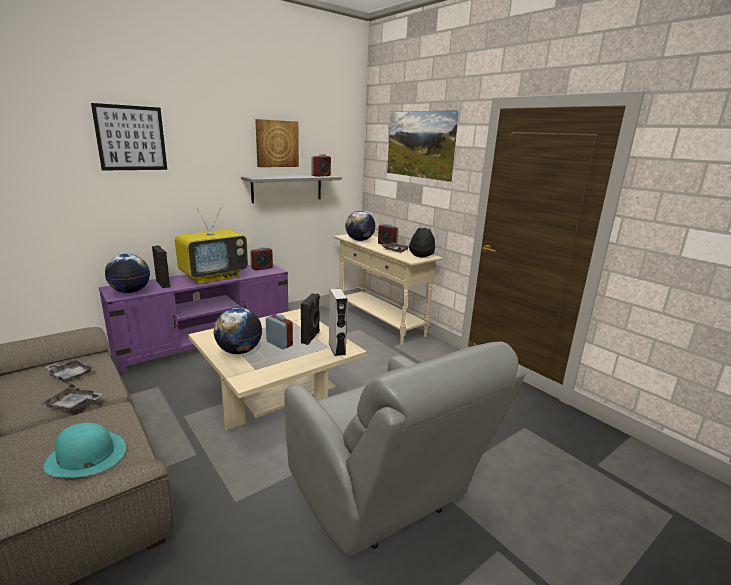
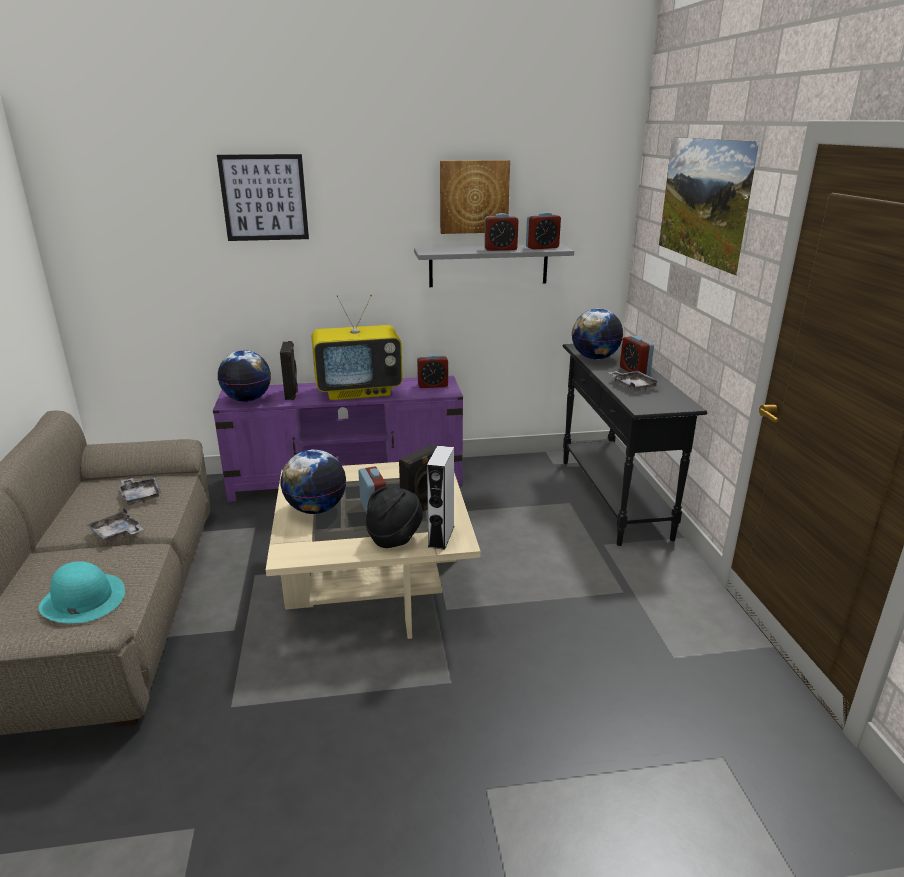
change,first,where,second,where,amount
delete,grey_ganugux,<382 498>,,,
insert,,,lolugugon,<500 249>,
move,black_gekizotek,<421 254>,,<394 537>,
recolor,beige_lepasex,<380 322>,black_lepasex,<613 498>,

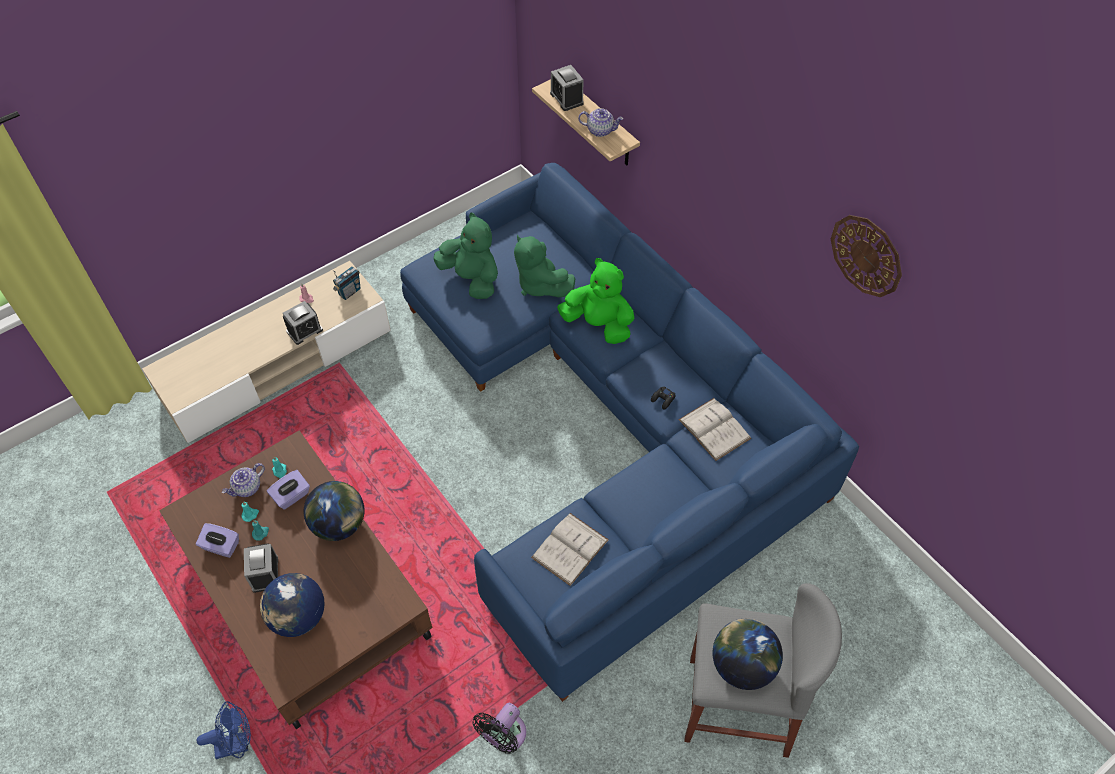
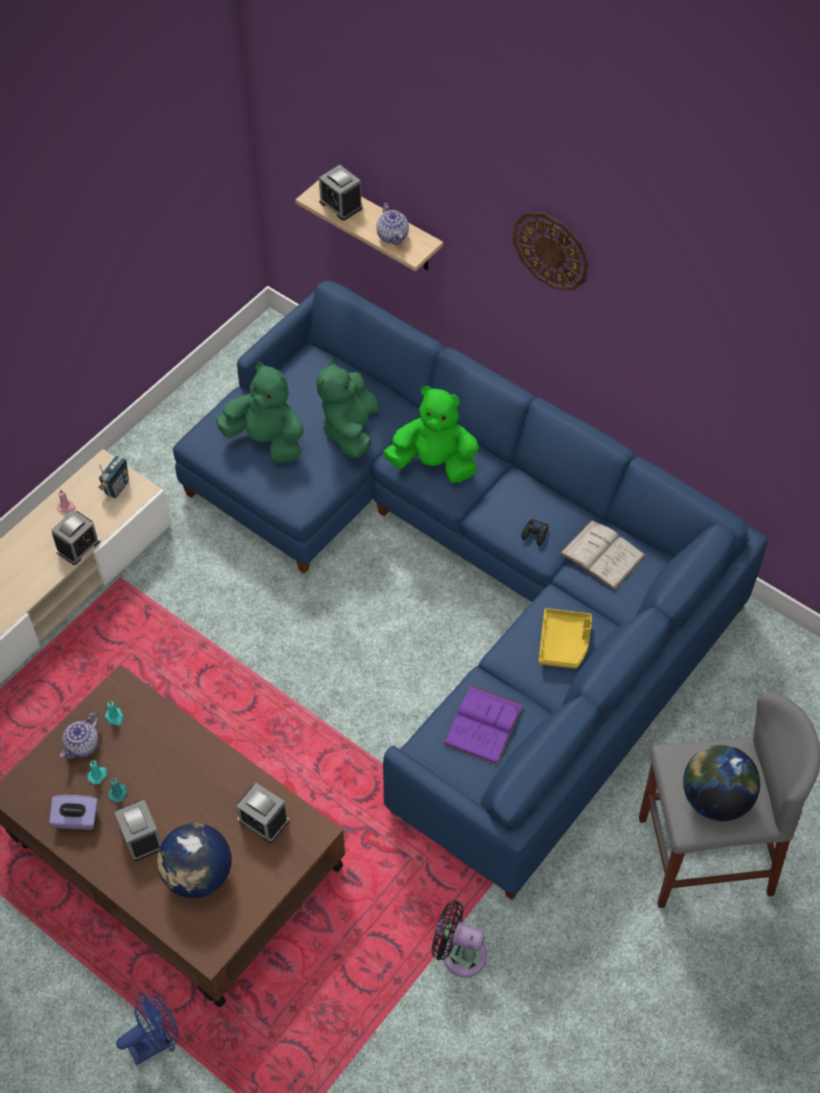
change,first,where,second,where,amount
delete,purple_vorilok,<292 496>,,,
delete,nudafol,<339 524>,,,
insert,,,lolugugon,<263 820>,
insert,,,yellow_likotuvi,<564 643>,
move,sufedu,<866 255>,,<551 250>,
recolor,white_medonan,<570 548>,purple_medonan,<483 725>,
rotate,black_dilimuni,<504 736>,,<459 953>,90 degrees clockwise
rotate,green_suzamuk,<540 284>,,<350 430>,60 degrees clockwise
rotate,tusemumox,<600 130>,,<393 236>,75 degrees clockwise

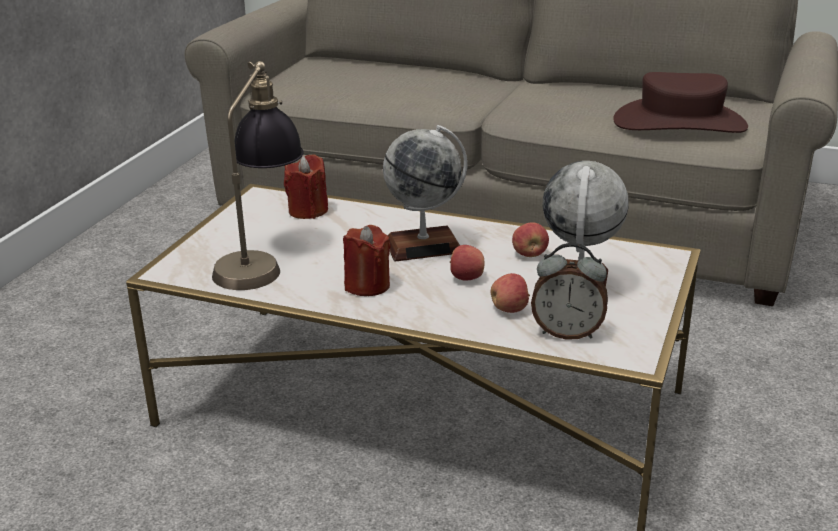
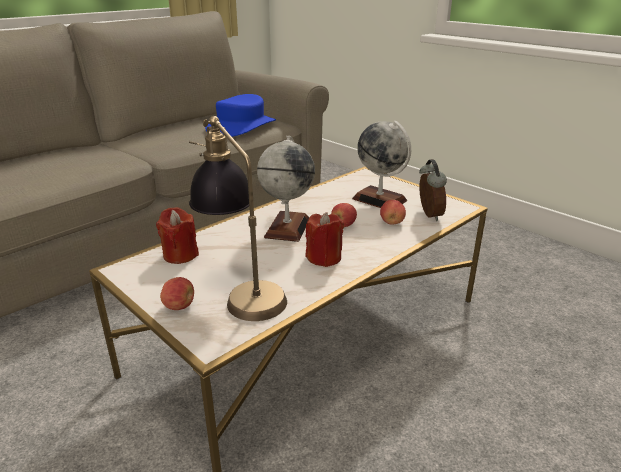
change,first,where,second,where,amount
move,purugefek,<529 254>,,<179 306>,
recolor,brown_gekizotek,<679 123>,blue_gekizotek,<241 126>,
rotate,lolugugon,<567 332>,,<428 215>,45 degrees counterclockwise

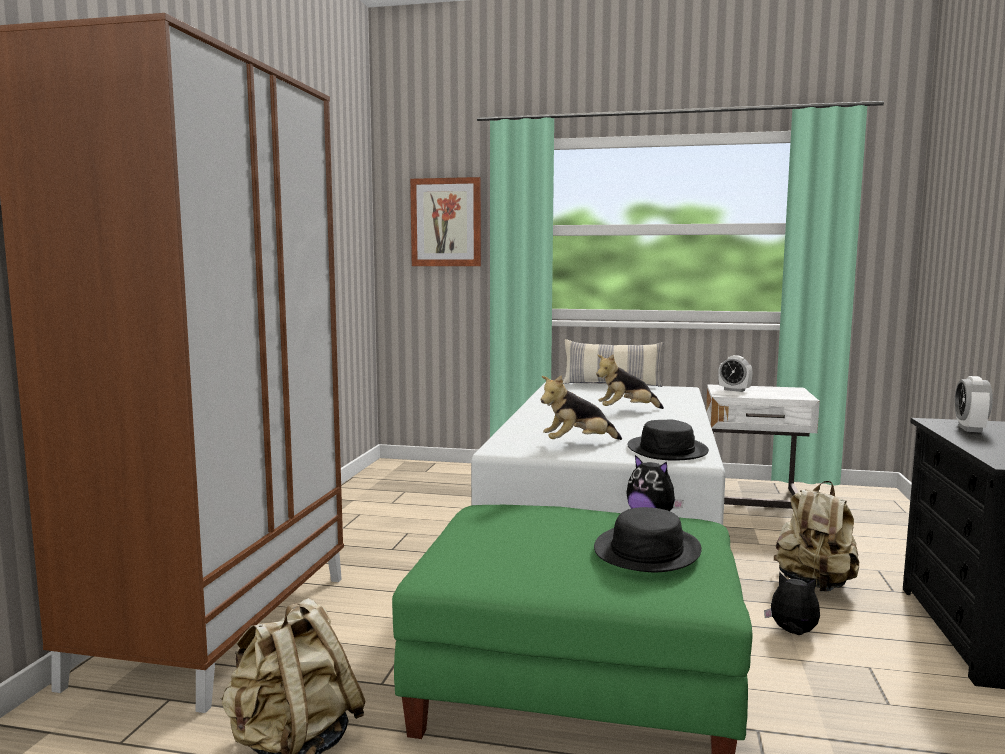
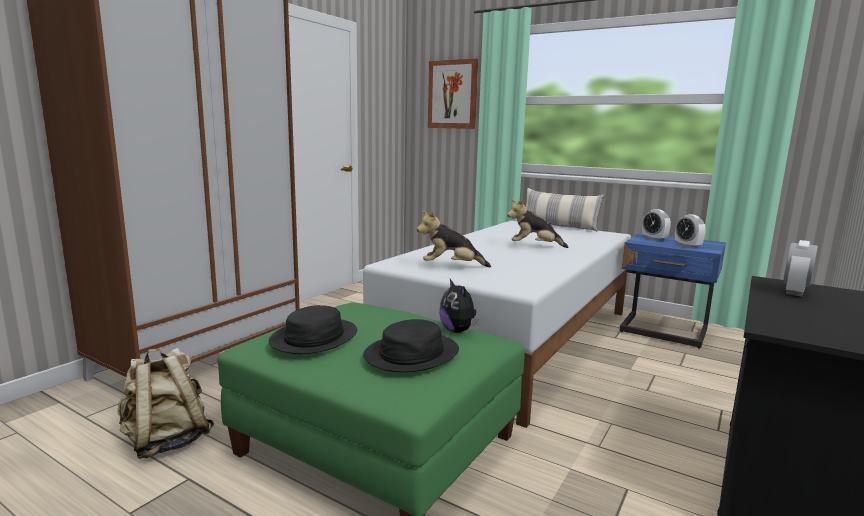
change,first,where,second,where,amount
delete,suzamuk,<792 633>,,,
delete,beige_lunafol,<815 585>,,,
insert,,,lolugugon,<687 246>,
move,black_gekizotek,<667 450>,,<314 337>,
recolor,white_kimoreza,<754 498>,blue_kimoreza,<663 332>,

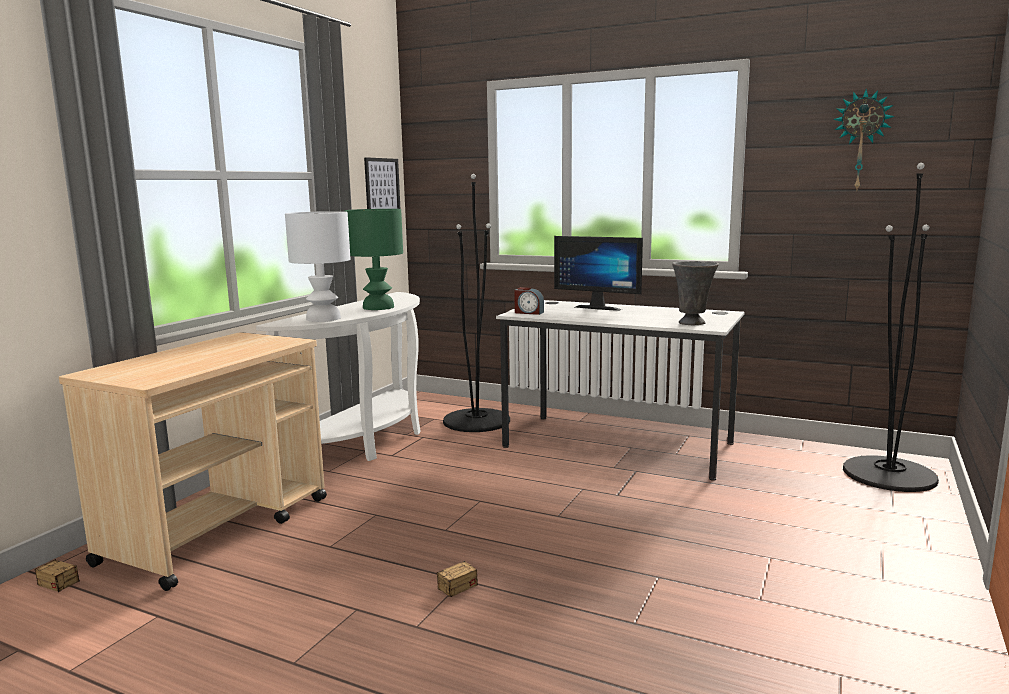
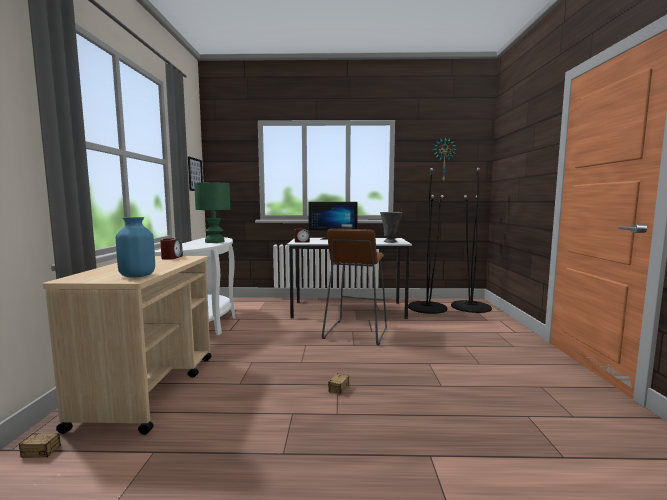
change,first,where,second,where,amount
delete,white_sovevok,<324 318>,,,
insert,,,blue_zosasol,<138 276>,
insert,,,lolugugon,<172 257>,
insert,,,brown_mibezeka,<355 332>,
move,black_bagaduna,<476 421>,,<427 307>,

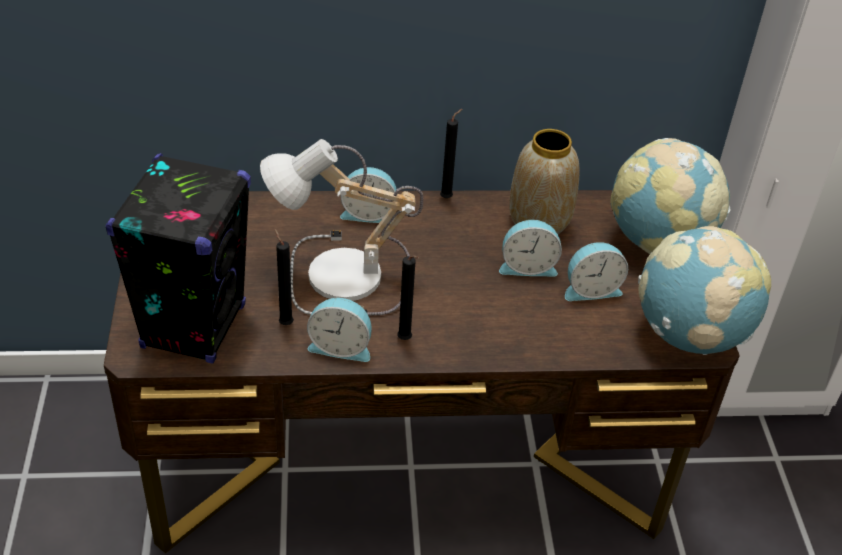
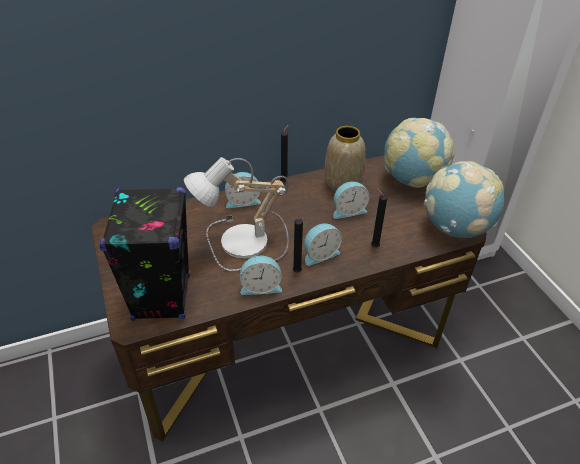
change,first,where,second,where,amount
move,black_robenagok,<285 323>,,<373 246>,
move,lolugugon,<591 289>,,<320 254>,

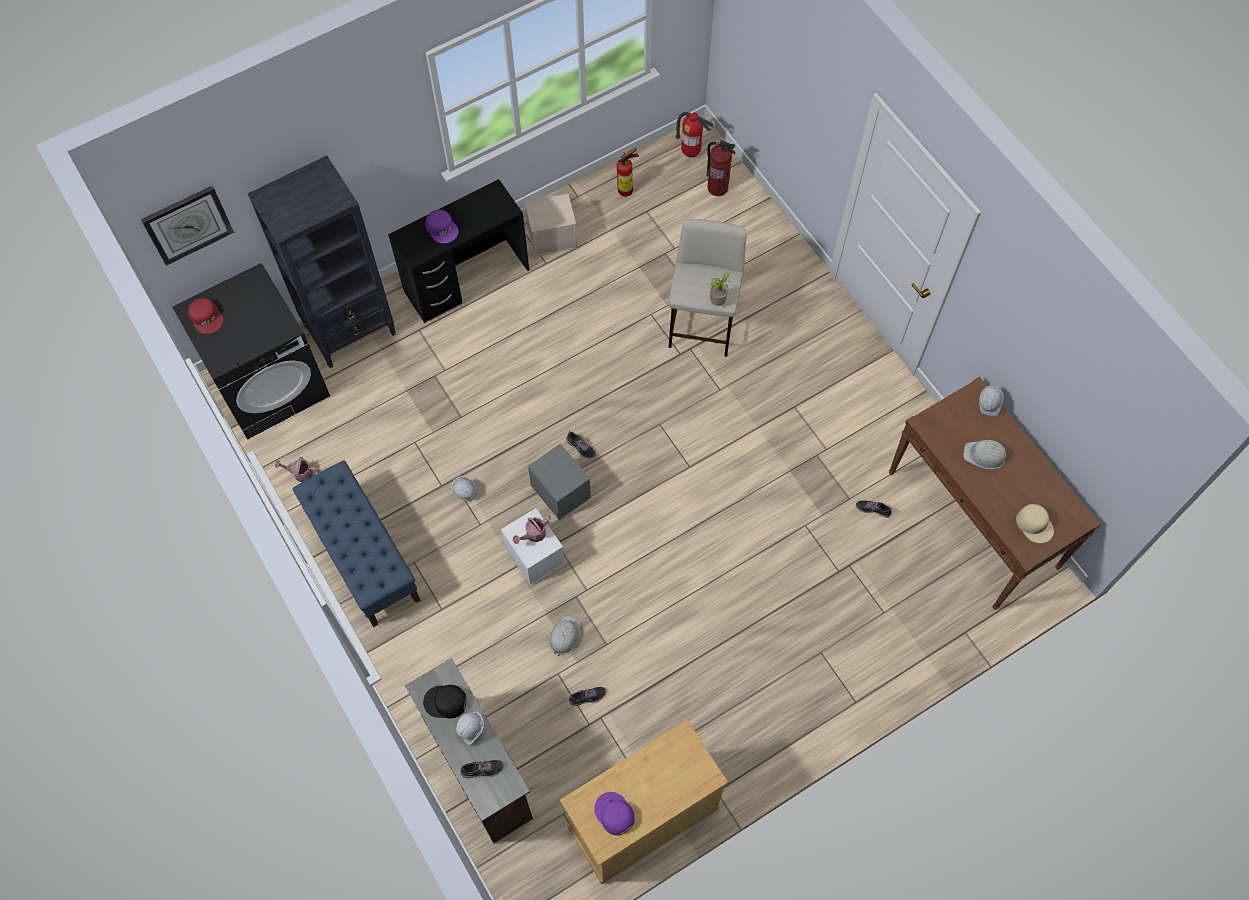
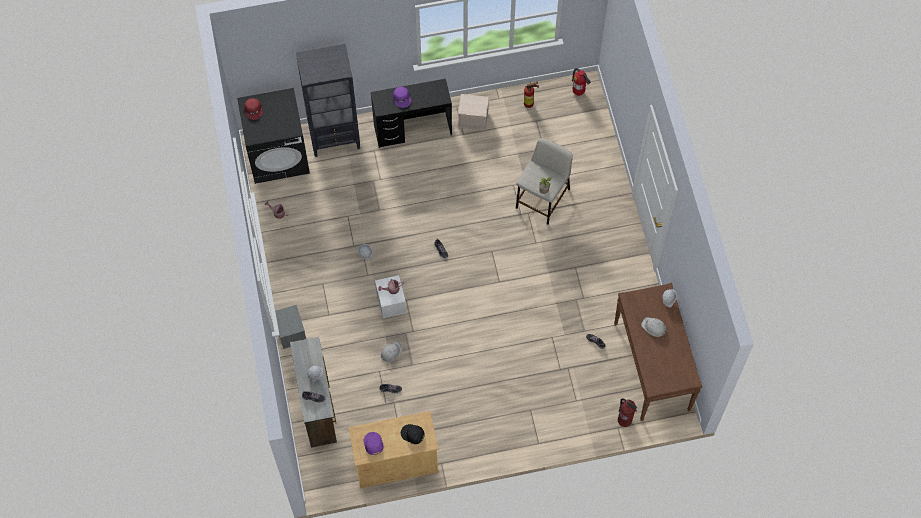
change,first,where,second,where,amount
delete,sufedu,<187 224>,,,
delete,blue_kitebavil,<363 556>,,,
delete,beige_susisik,<1035 524>,,,
move,black_susisik,<445 702>,,<412 434>,
move,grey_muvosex,<559 491>,,<290 332>,
move,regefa,<717 188>,,<624 420>,

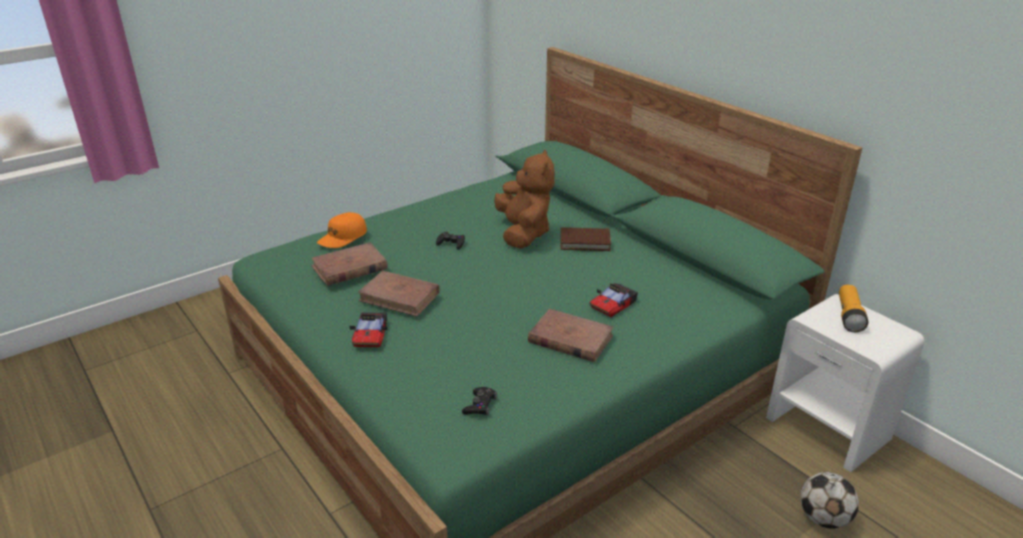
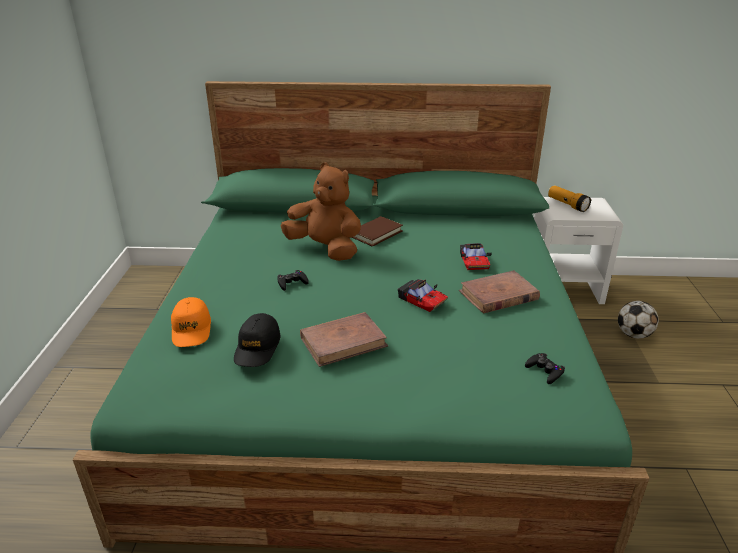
change,first,where,second,where,amount
move,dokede,<370 335>,,<422 300>,
replace,brown_medonan,<349 268>,black_susisik,<257 347>,

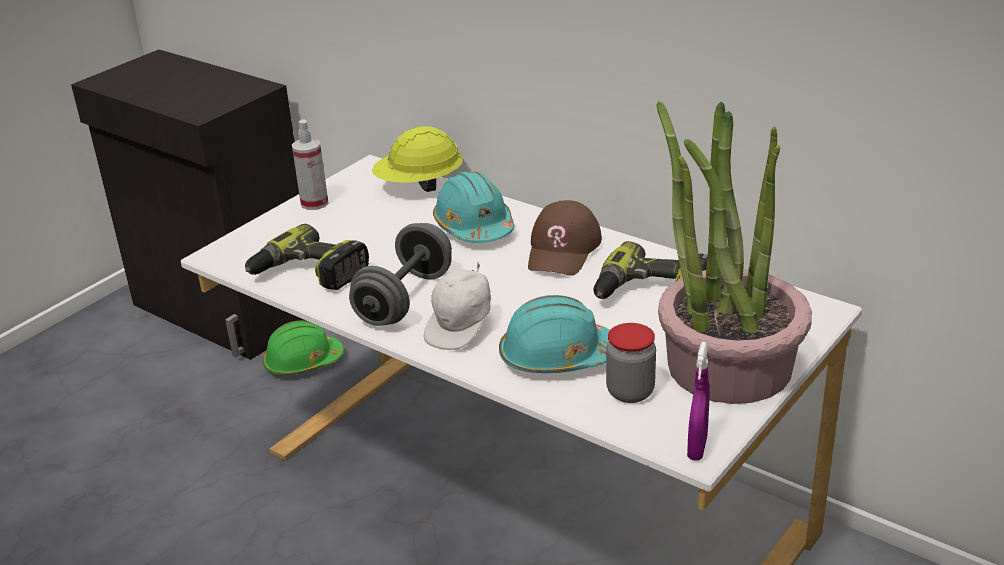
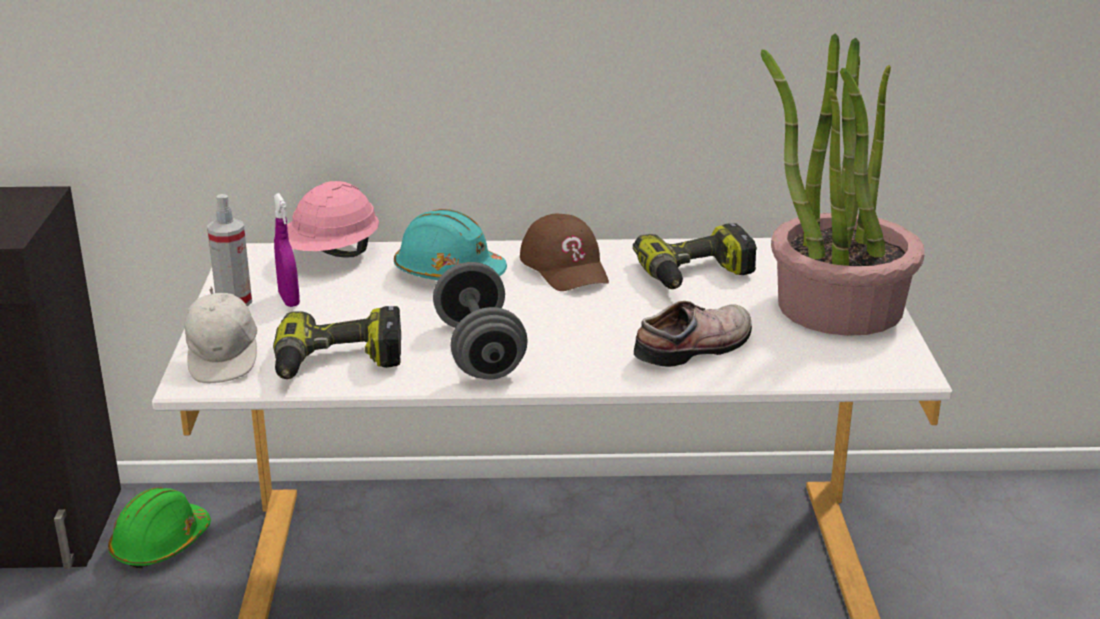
change,first,where,second,where,amount
delete,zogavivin,<630 392>,,,
move,white_susisik,<462 327>,,<224 359>,
move,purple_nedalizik,<697 448>,,<289 300>,
replace,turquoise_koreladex,<556 357>,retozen,<697 348>,
recolor,yellow_koreladex,<419 186>,pink_koreladex,<332 256>,

